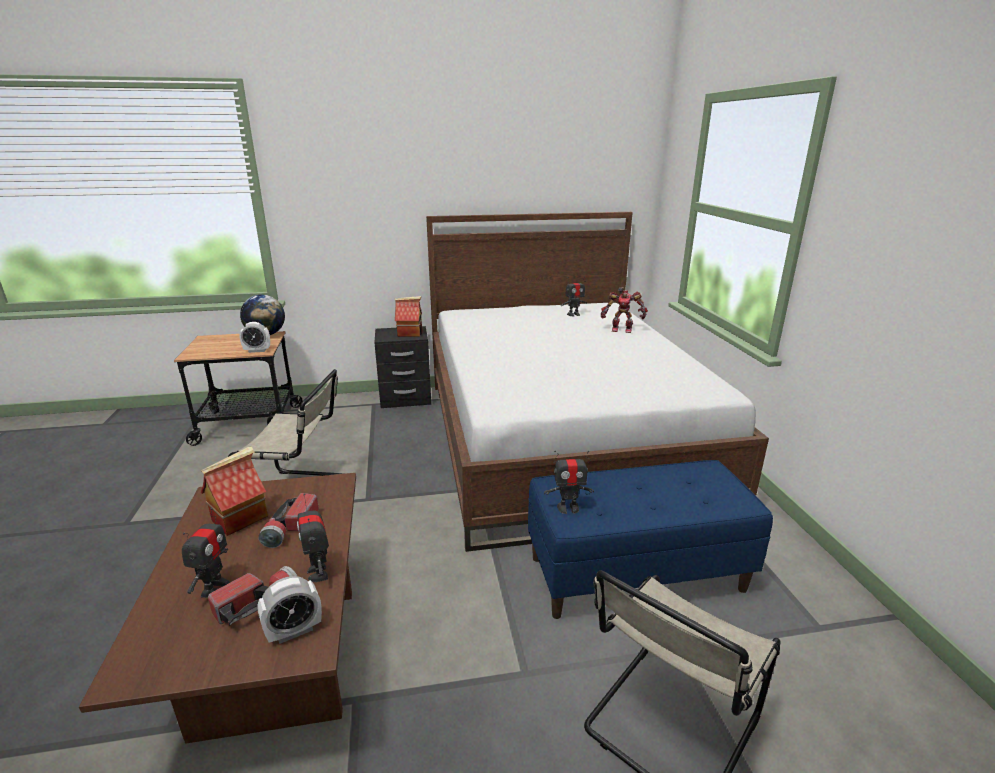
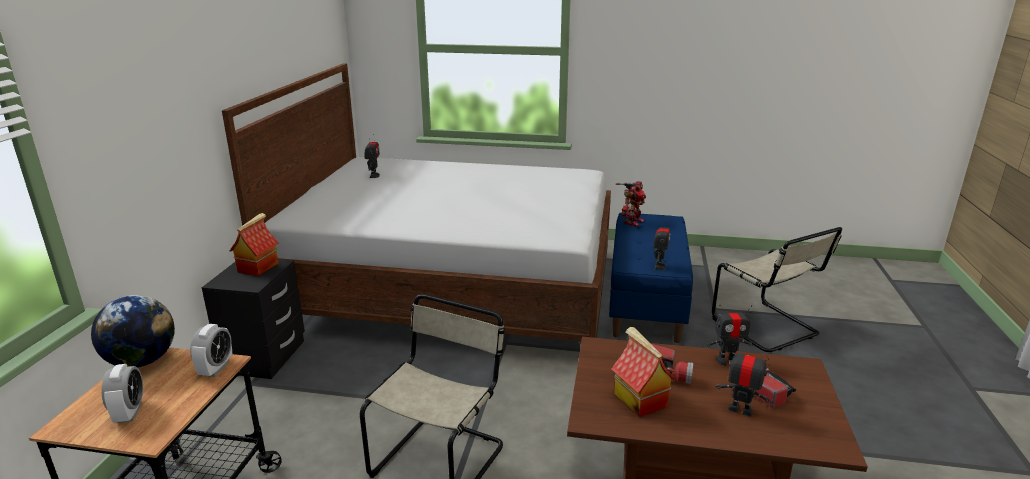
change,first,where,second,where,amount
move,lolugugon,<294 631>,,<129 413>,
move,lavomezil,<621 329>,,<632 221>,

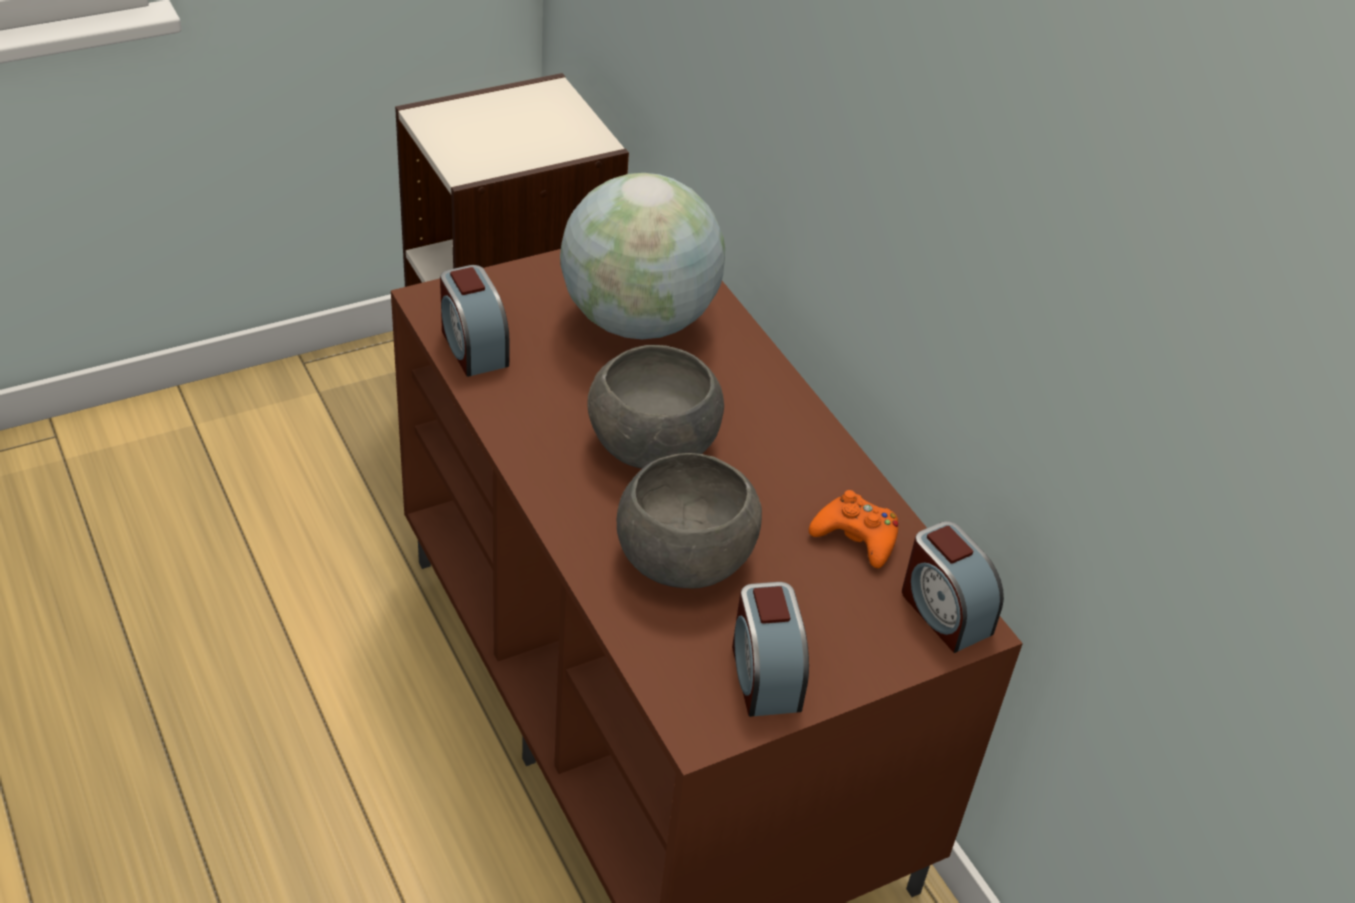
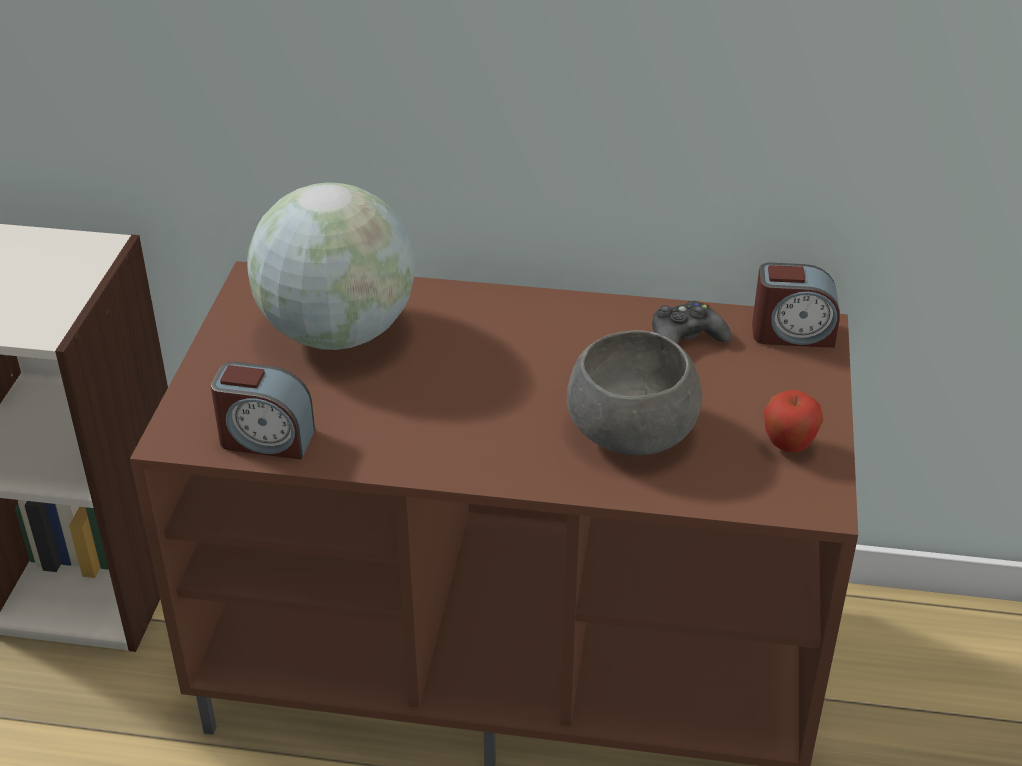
change,first,where,second,where,amount
delete,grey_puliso,<652 444>,,,
replace,lolugugon,<764 675>,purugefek,<788 446>,
recolor,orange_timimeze,<856 537>,black_timimeze,<686 337>,

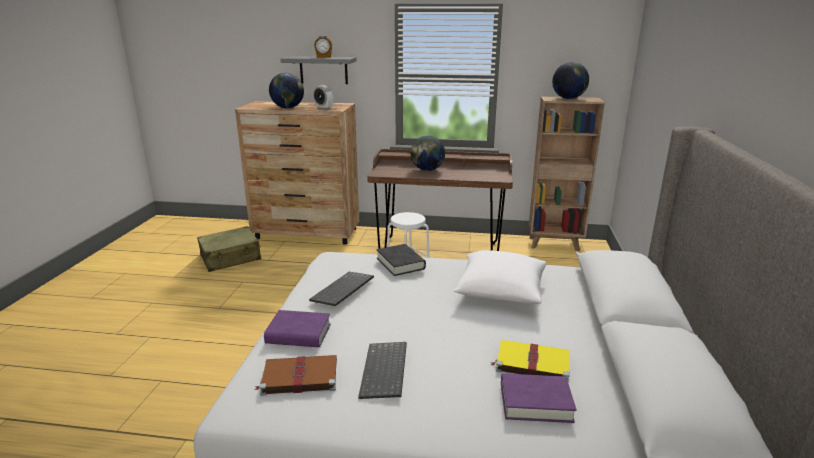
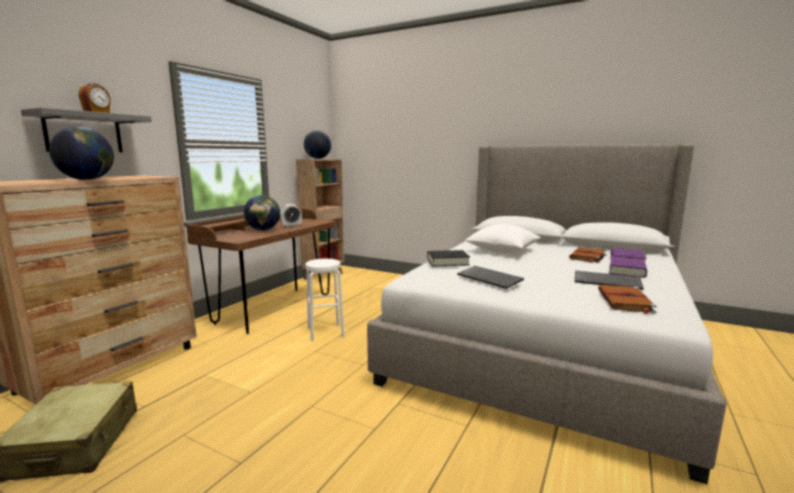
change,first,where,second,where,amount
move,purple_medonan,<298 334>,,<627 271>,
move,lolugugon,<324 108>,,<291 226>,
recolor,yellow_medonan,<531 362>,brown_medonan,<587 257>,

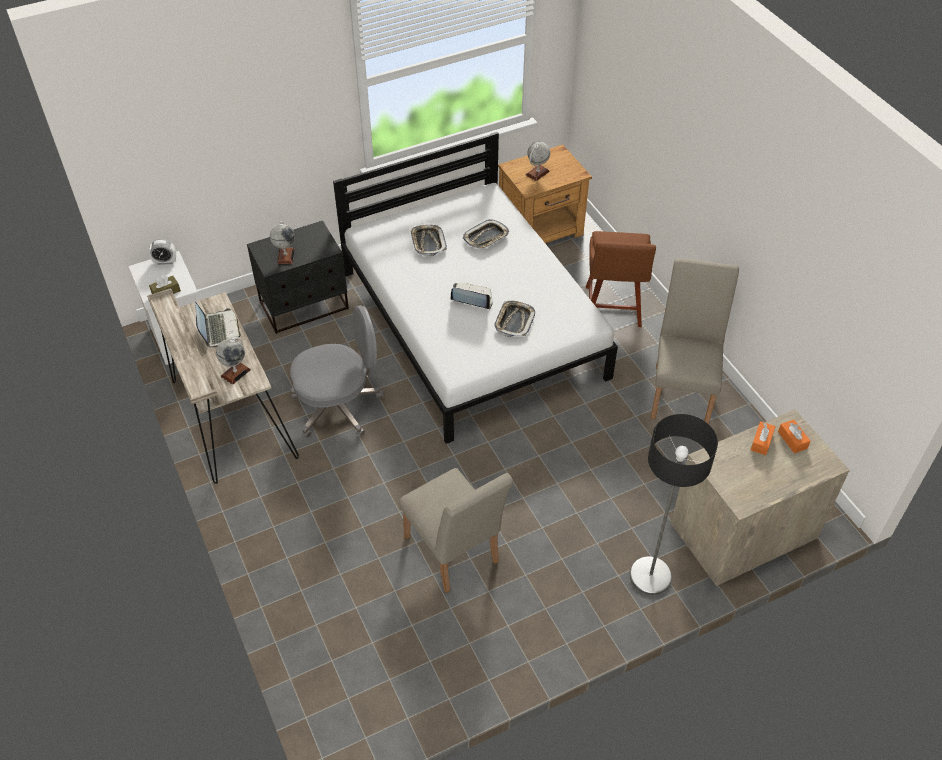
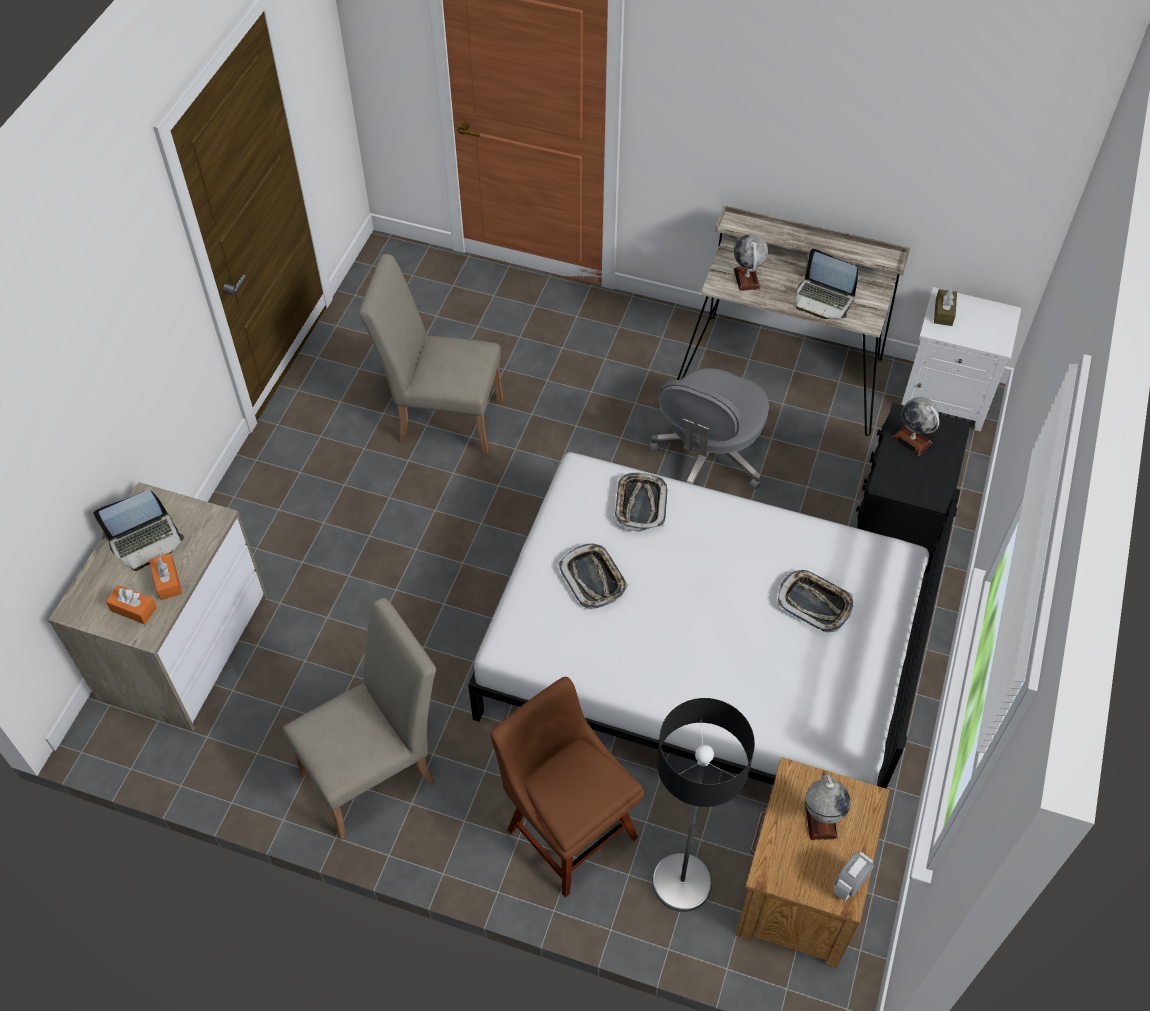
change,first,where,second,where,amount
move,lolugugon,<165 261>,,<849 884>,
move,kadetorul,<472 299>,,<146 541>,
move,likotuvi,<486 237>,,<640 504>,
move,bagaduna,<650 576>,,<681 882>,
rotate,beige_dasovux,<682 390>,,<377 772>,90 degrees counterclockwise

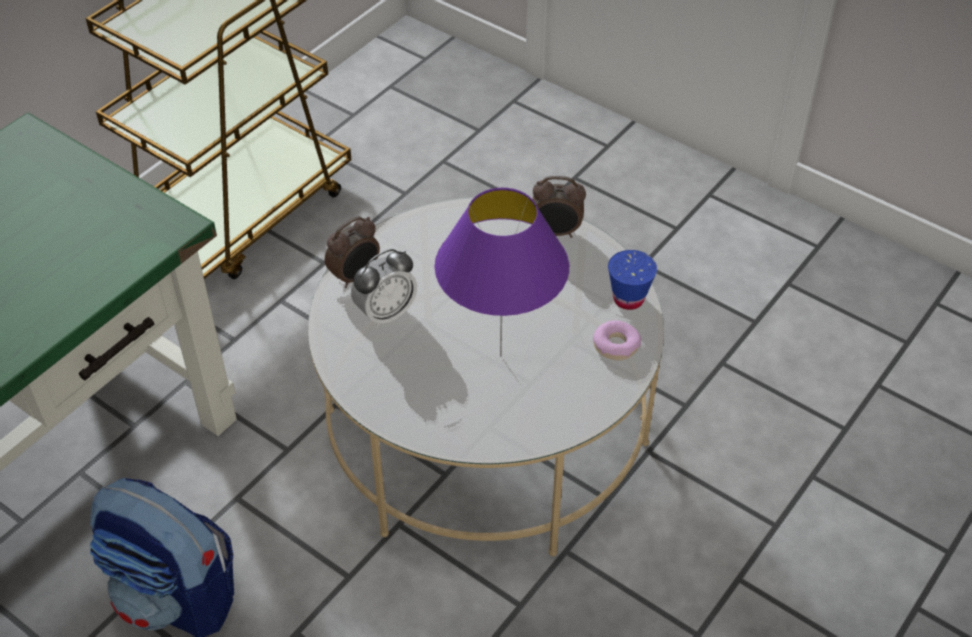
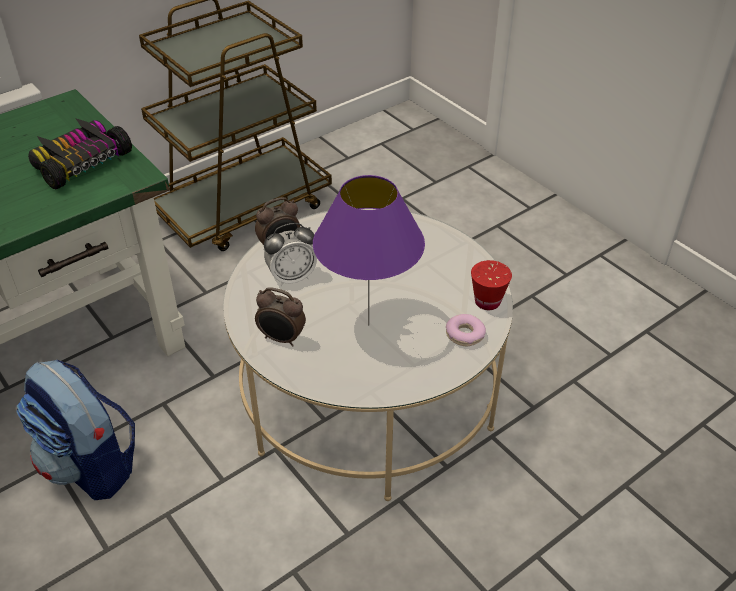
change,first,where,second,where,amount
insert,,,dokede,<80 162>,
move,lolugugon,<556 232>,,<281 339>,
recolor,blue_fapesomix,<628 299>,red_fapesomix,<487 302>,

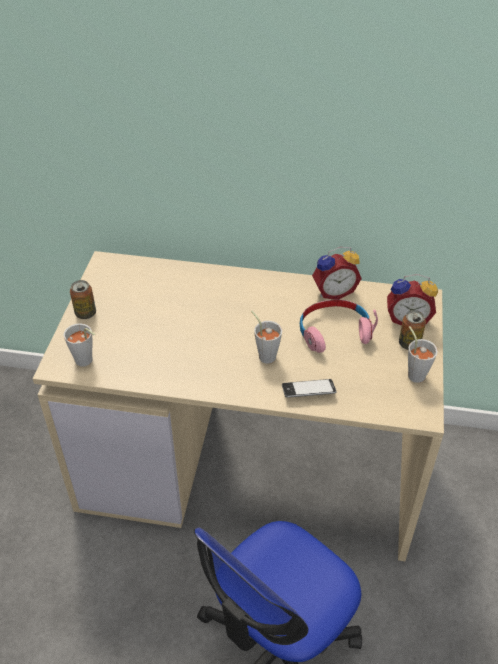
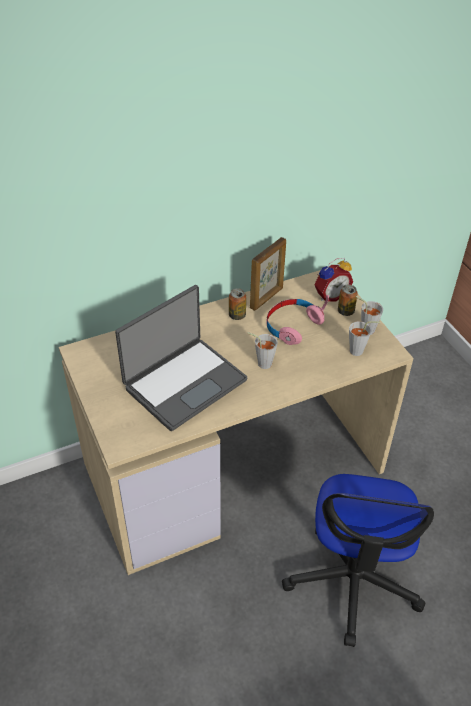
change,first,where,second,where,amount
delete,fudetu,<308 391>,,,
insert,,,kadetorul,<184 383>,
move,grey_fapesomix,<86 362>,,<359 351>,
move,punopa,<85 313>,,<237 315>,
replace,lolugugon,<333 291>,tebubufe,<267 298>,

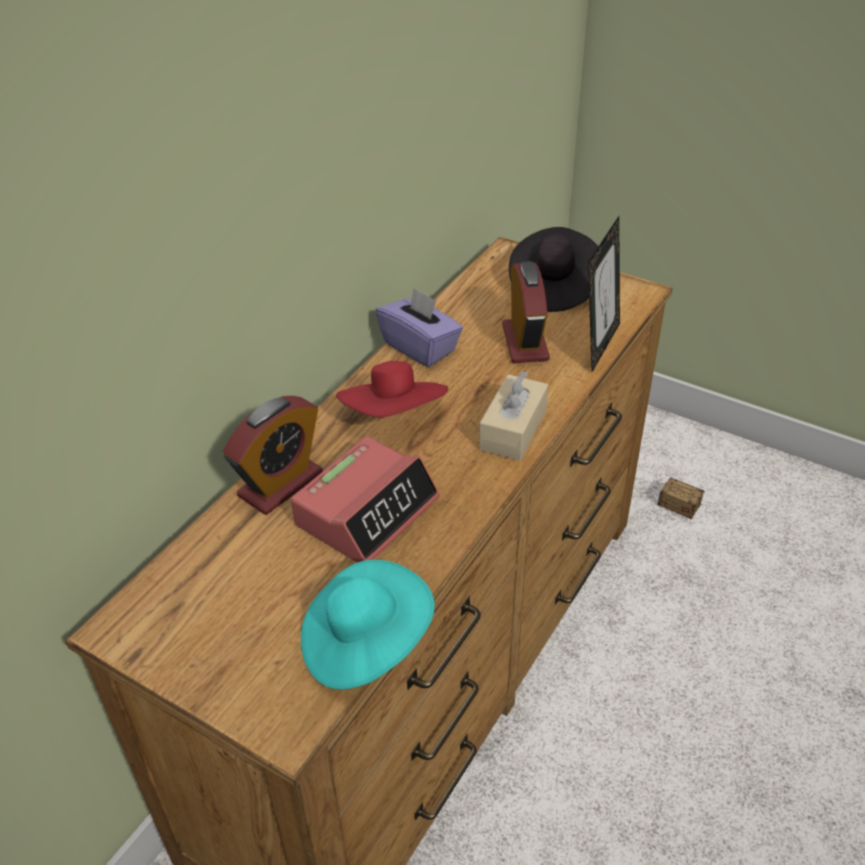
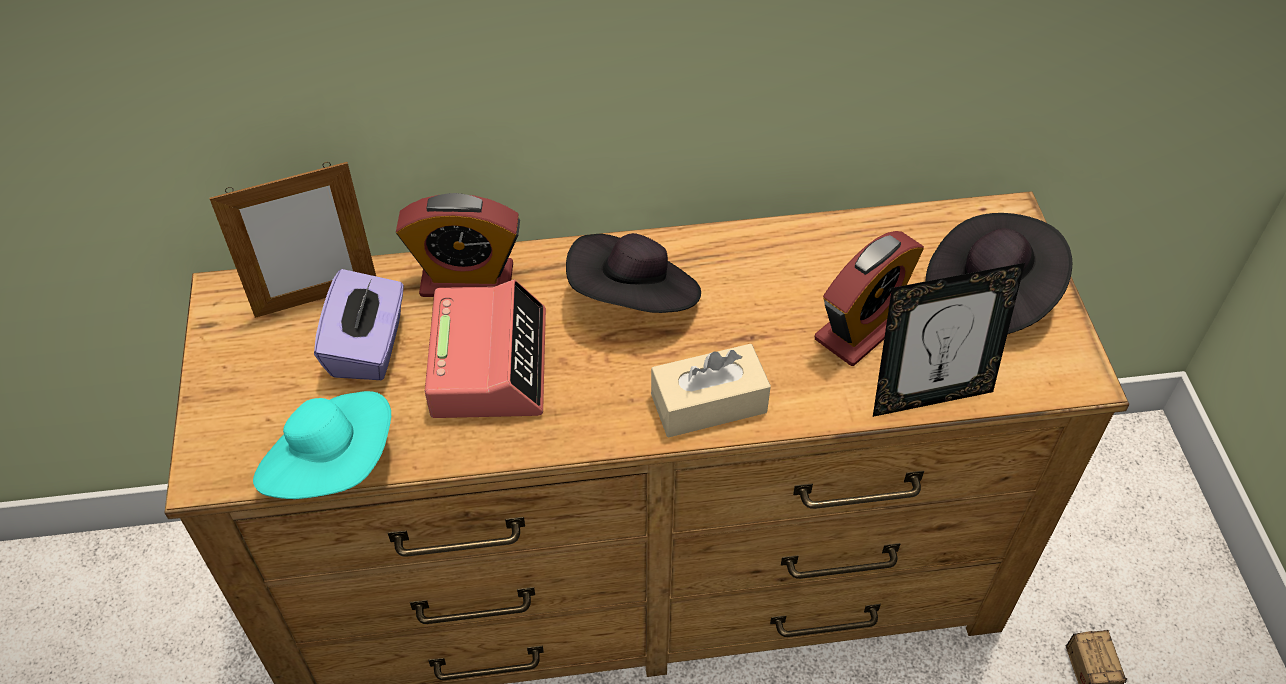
change,first,where,second,where,amount
insert,,,tebubufe,<316 299>,
move,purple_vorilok,<420 347>,,<368 347>,
recolor,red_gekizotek,<395 416>,black_gekizotek,<634 299>,
rotate,lolugugon,<367 511>,,<489 363>,90 degrees counterclockwise

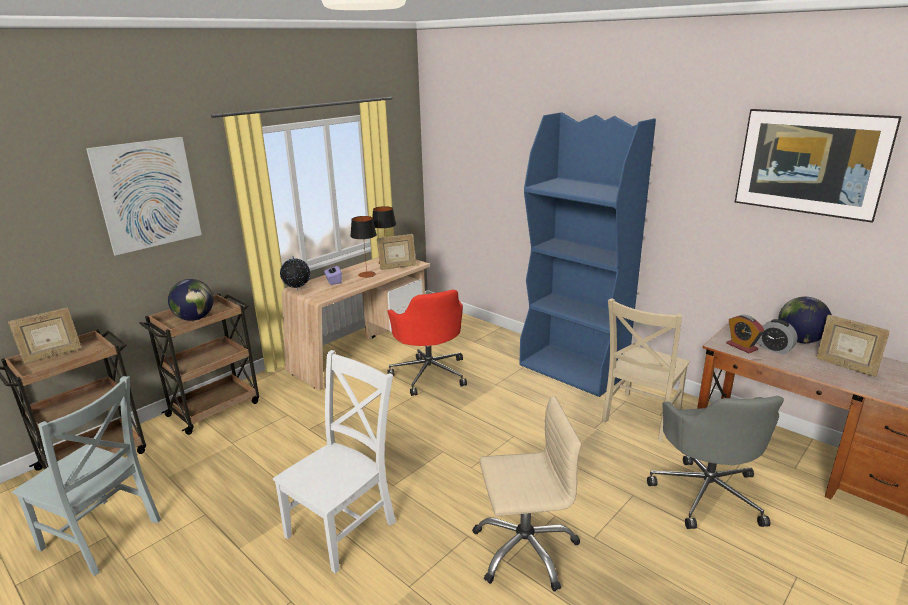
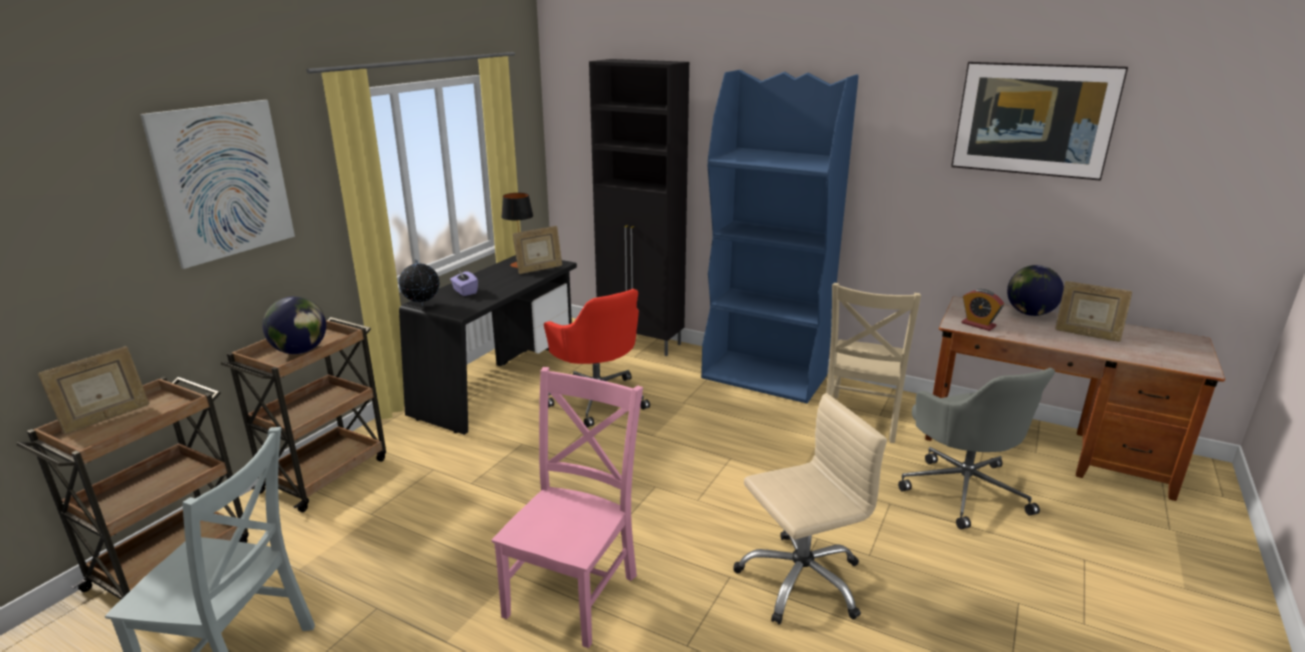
change,first,where,second,where,amount
delete,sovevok,<366 274>,,,
delete,lolugugon,<774 349>,,,
insert,,,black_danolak,<641 343>,
recolor,white_dasovux,<344 526>,pink_dasovux,<574 591>,
recolor,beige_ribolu,<362 353>,black_ribolu,<500 384>,

